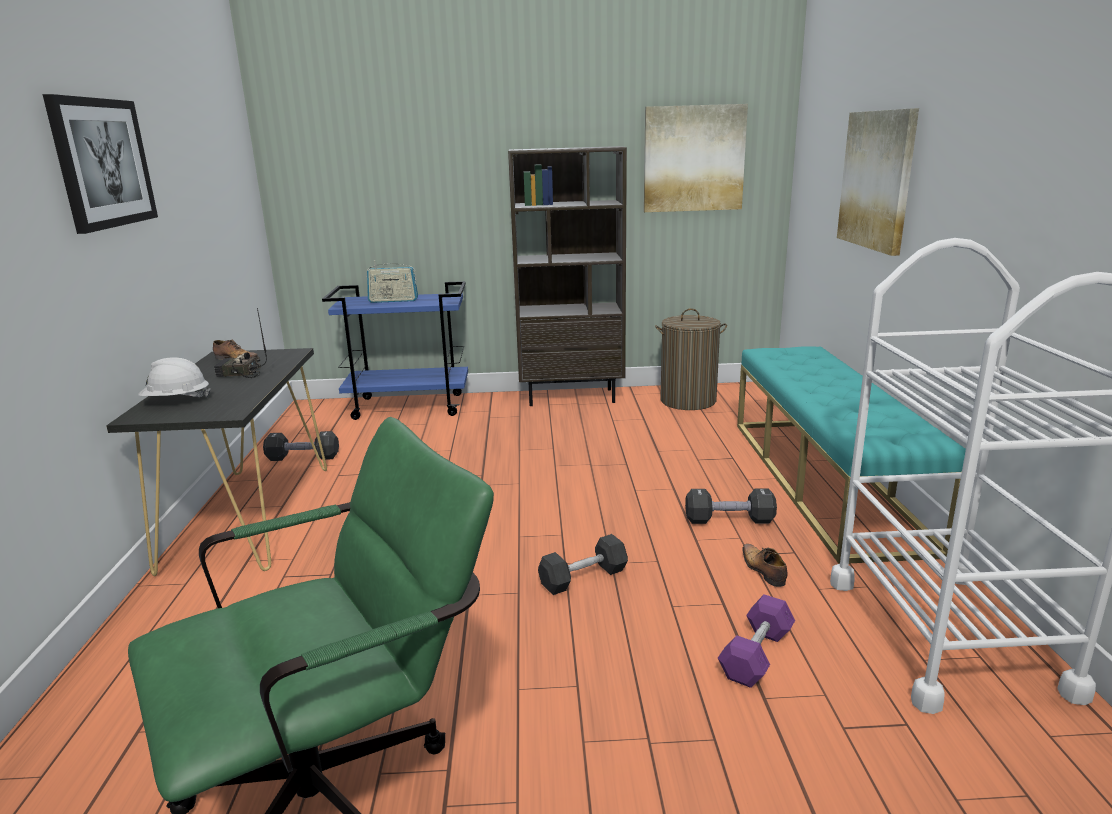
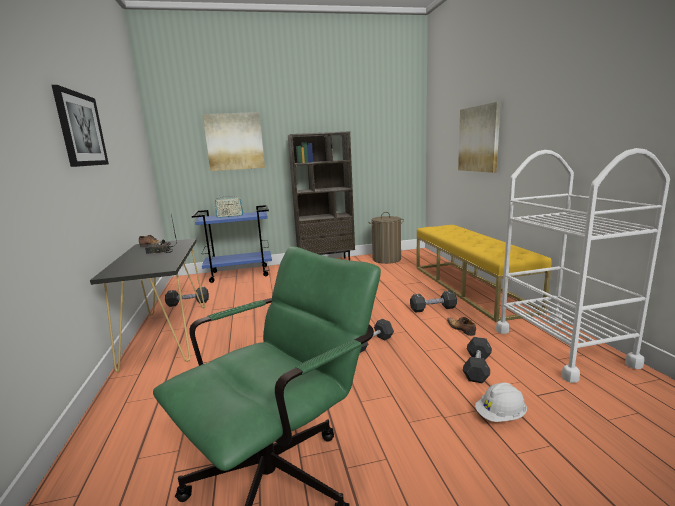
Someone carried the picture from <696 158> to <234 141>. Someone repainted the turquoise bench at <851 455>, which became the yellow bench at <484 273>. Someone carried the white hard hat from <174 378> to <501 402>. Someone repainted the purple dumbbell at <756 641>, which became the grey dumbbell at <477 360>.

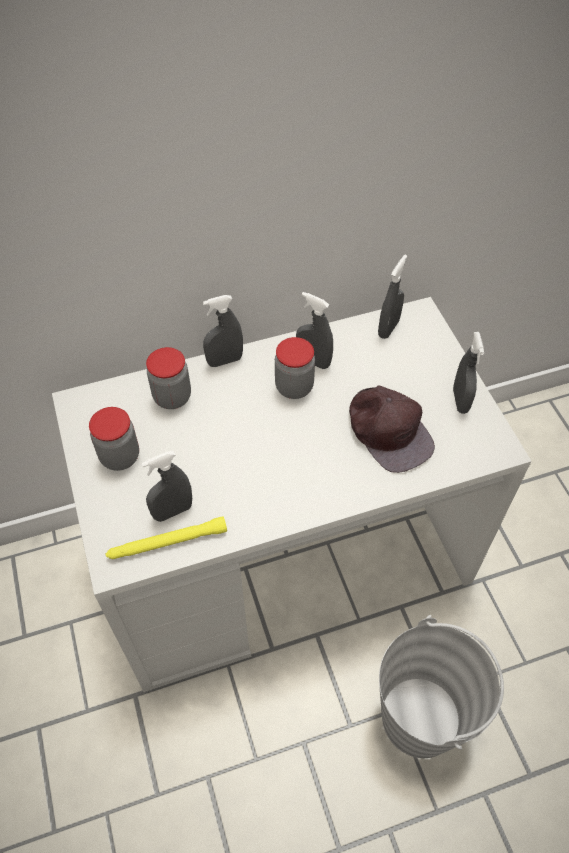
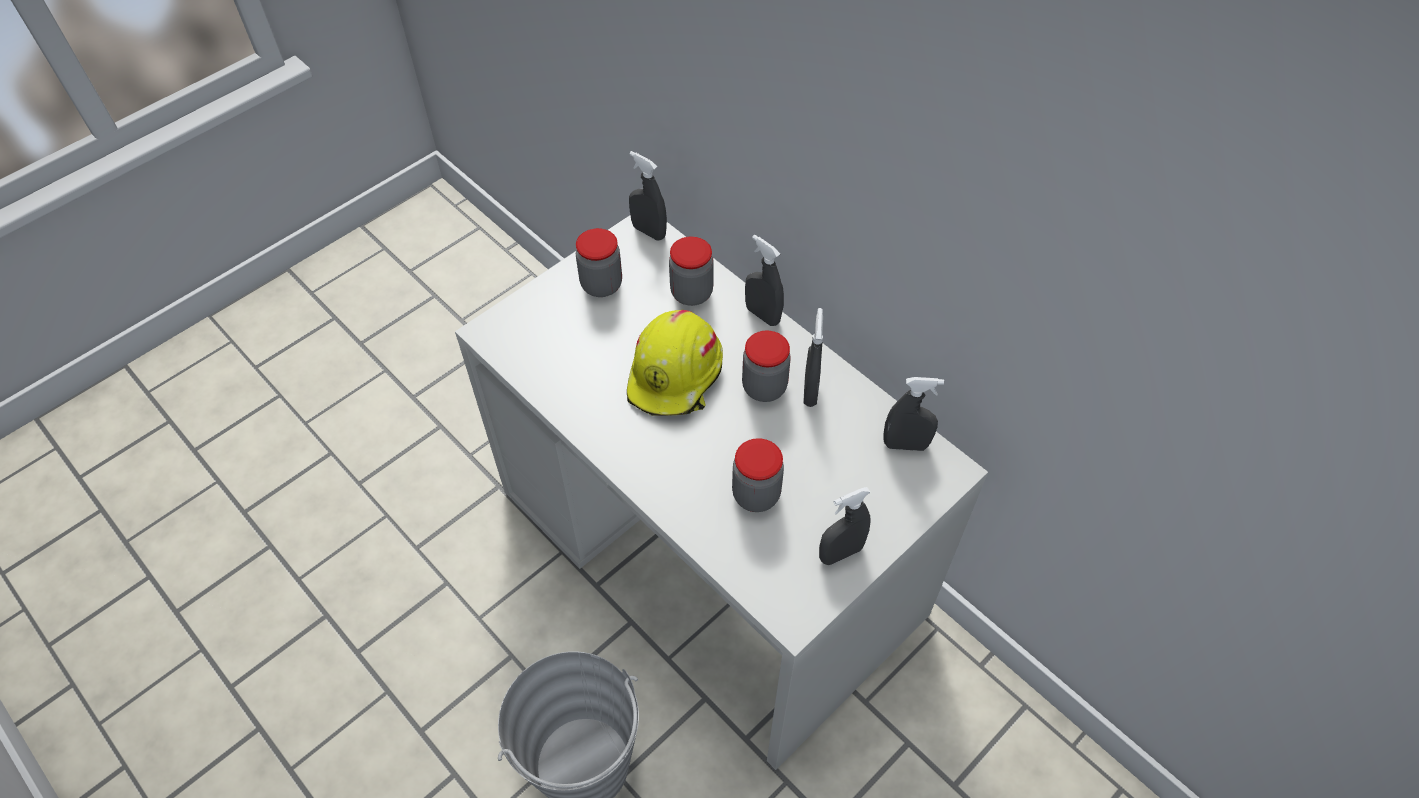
Someone swapped the brown cap at <392 429> for the jar at <758 475>. Someone carried the grey spray bottle from <166 486> to <648 195>. Someone took away the yellow flashlight at <166 537>. Someone put down the yellow hard hat at <675 363>.

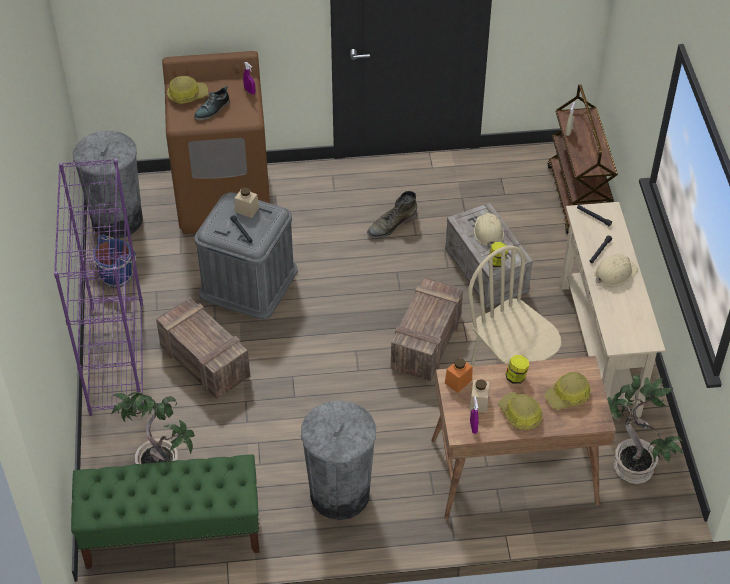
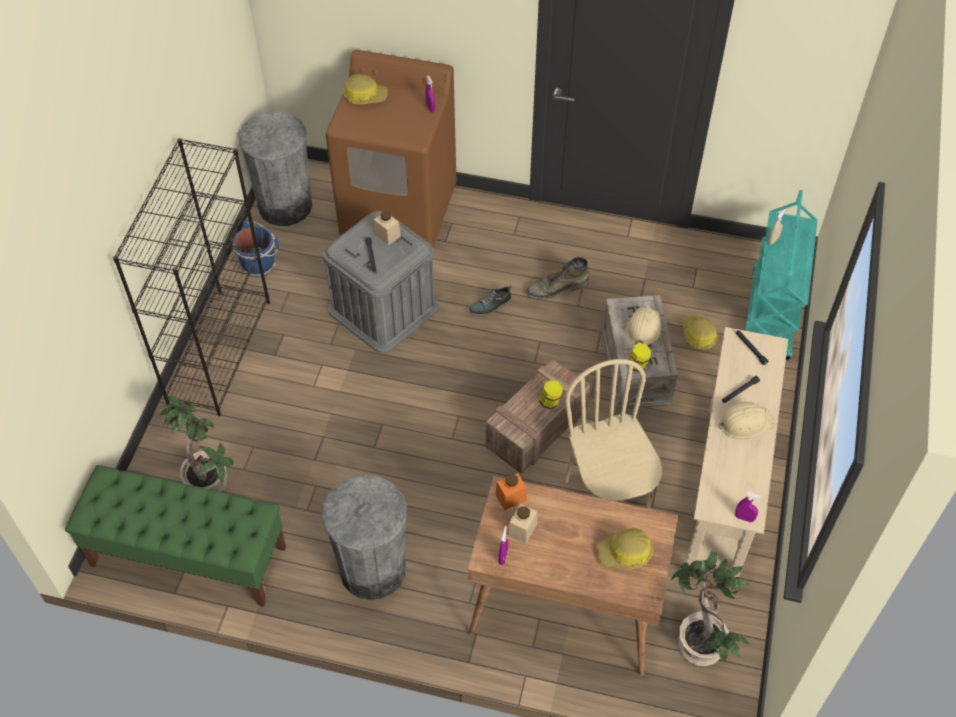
Someone carried the shoe from <212 103> to <490 300>. Someone repainted the brown cart at <582 159>, which became the turquoise cart at <781 275>. Someone repainted the purple bookcase at <98 287>, which became the black bookcase at <191 277>. Someone took away the crate at <203 348>. Someone carried the jar from <517 369> to <551 394>. Someone carried the hard hat from <520 411> to <700 332>. Someone put down the purple spray bottle at <748 507>.

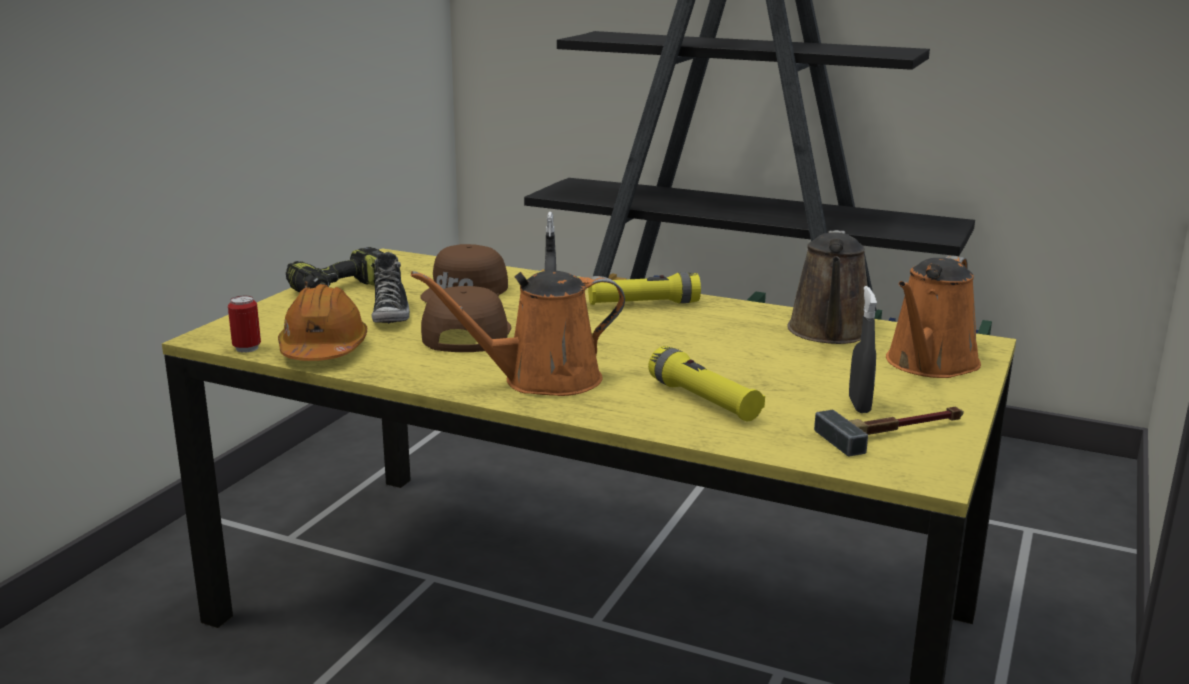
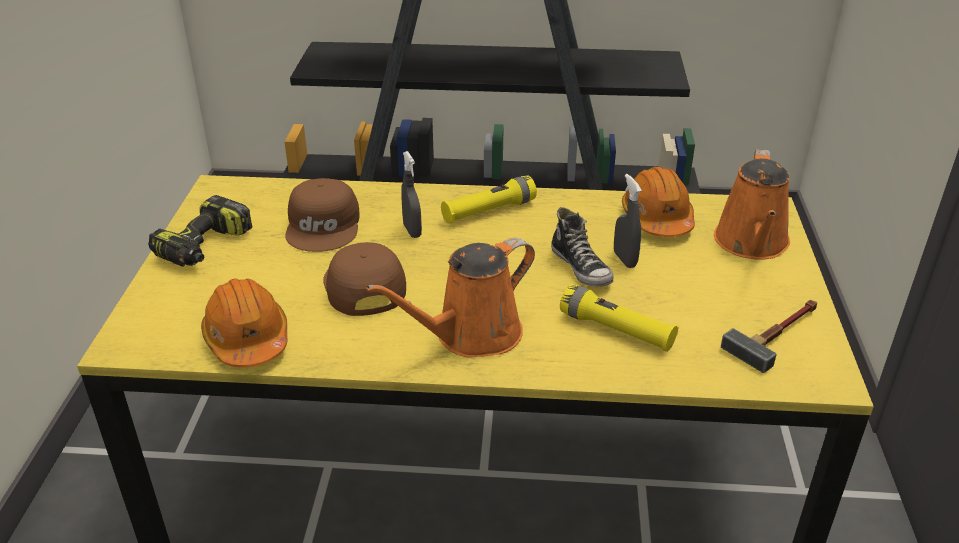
Someone swapped the brown watering can at <827 287> for the orange hard hat at <658 202>. Someone carried the shoe from <391 288> to <582 247>. Someone carried the grey spray bottle from <863 349> to <628 221>. Someone took away the can at <244 324>.

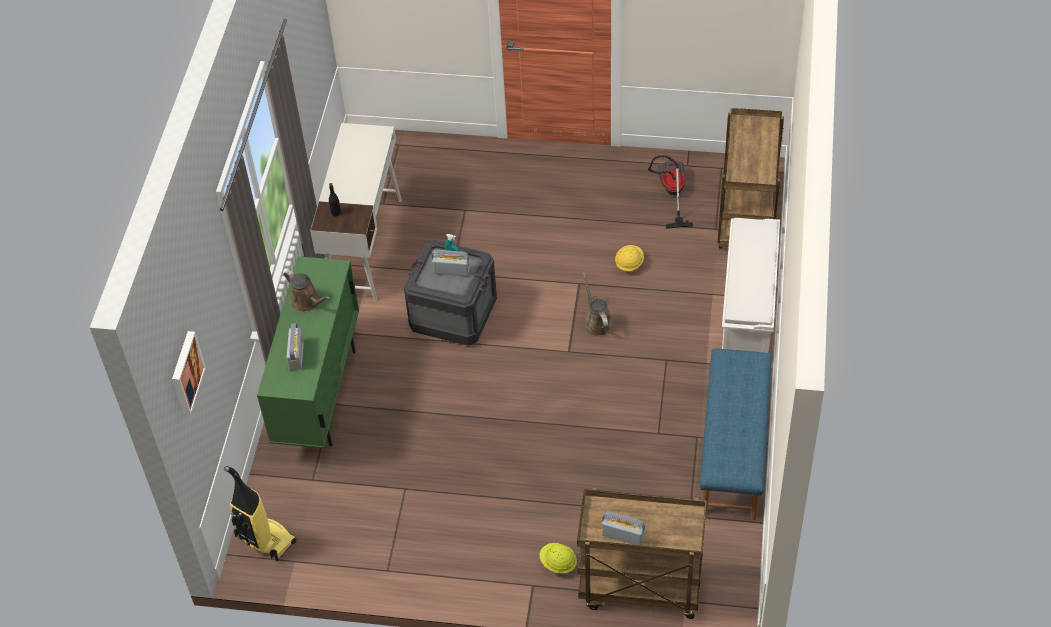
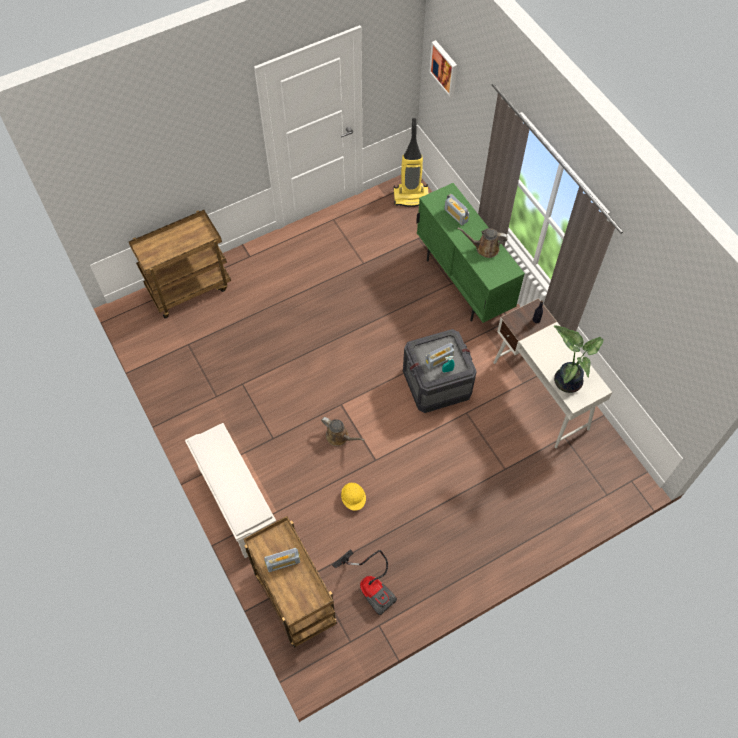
Someone took away the blue bench at <736 434>. Someone carried the radio from <623 528> to <282 560>. Someone took away the yellow hard hat at <558 558>. Someone put down the potted plant at <579 359>.

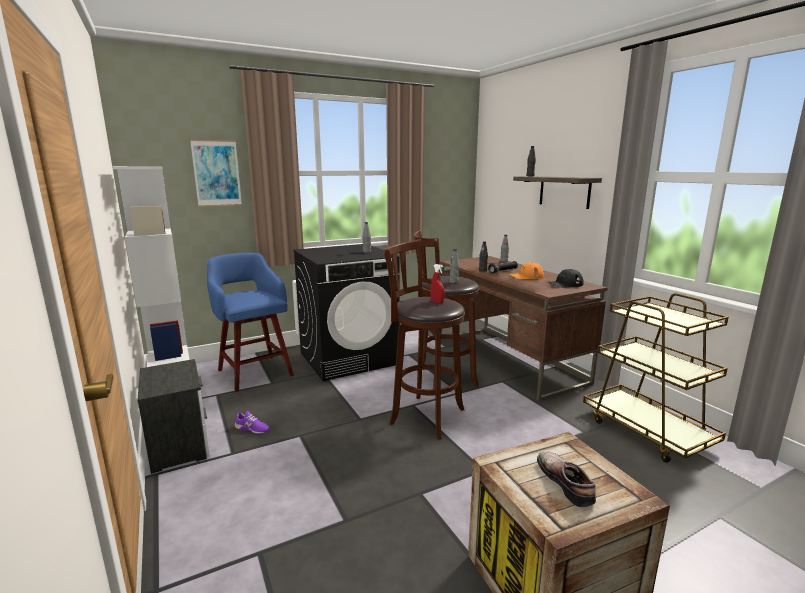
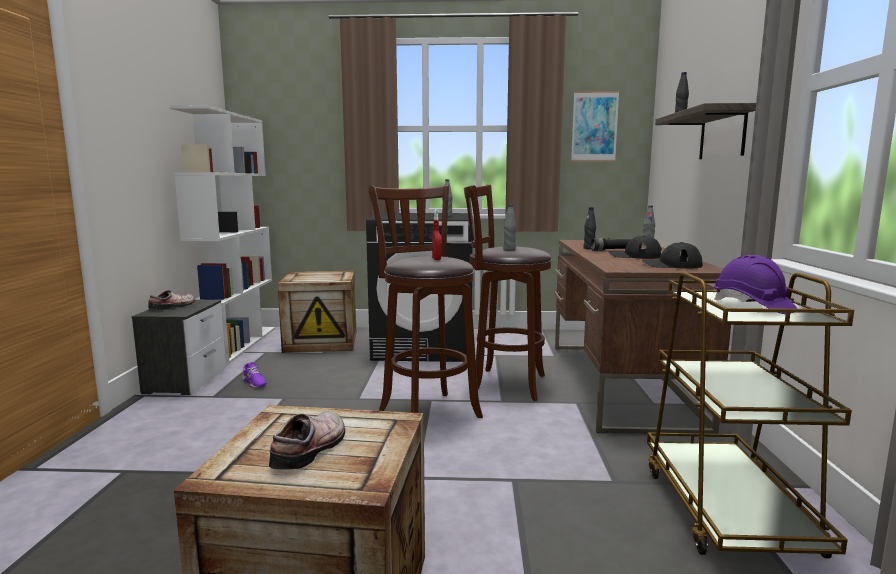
Someone carried the picture from <216 173> to <595 126>. Someone swapped the blue stool at <250 322> for the crate at <317 312>. Someone repainted the orange cap at <526 270>, which became the black cap at <635 247>. Someone put down the purple hard hat at <755 284>. Someone put down the shoe at <171 300>.

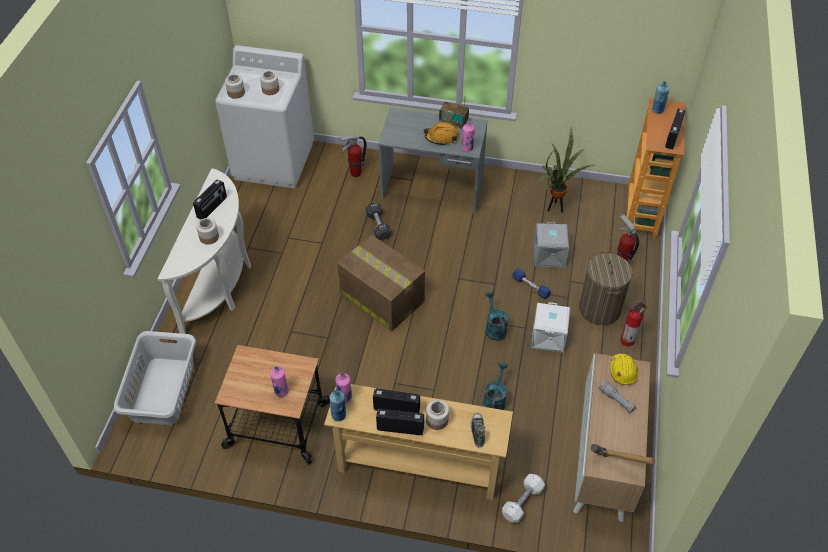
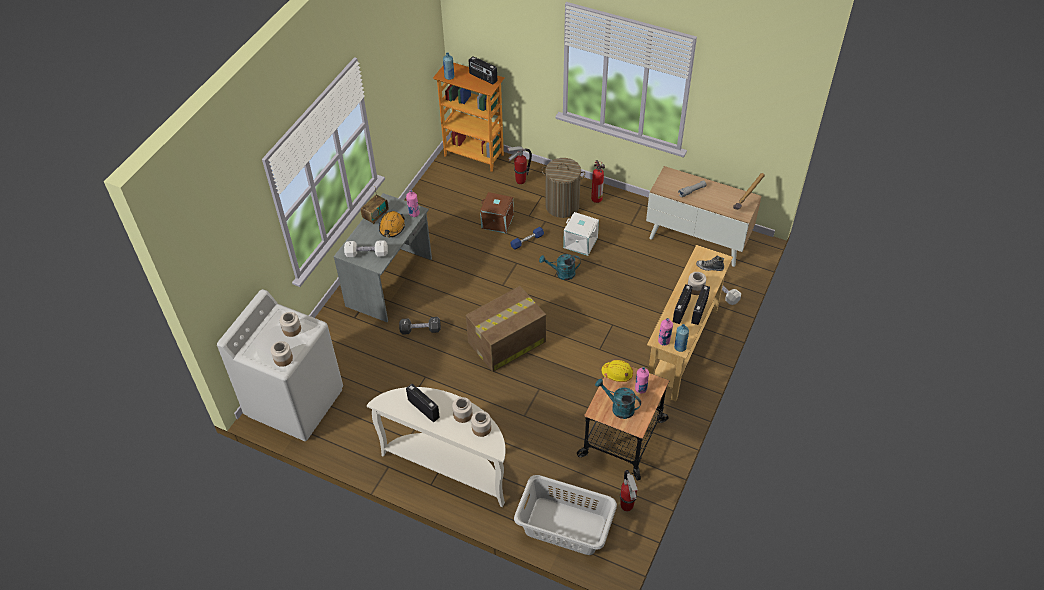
Someone took away the potted plant at <566 170>. Someone carried the fire extinguisher from <352 156> to <629 490>. Someone repainted the grey storage box at <551 244>, which became the brown storage box at <497 213>. Someone carried the yellow hard hat from <624 369> to <617 371>. Someone carried the turquoise watering can from <495 386> to <618 399>. Someone put down the white dumbbell at <366 248>. Someone put down the jar at <481 424>.

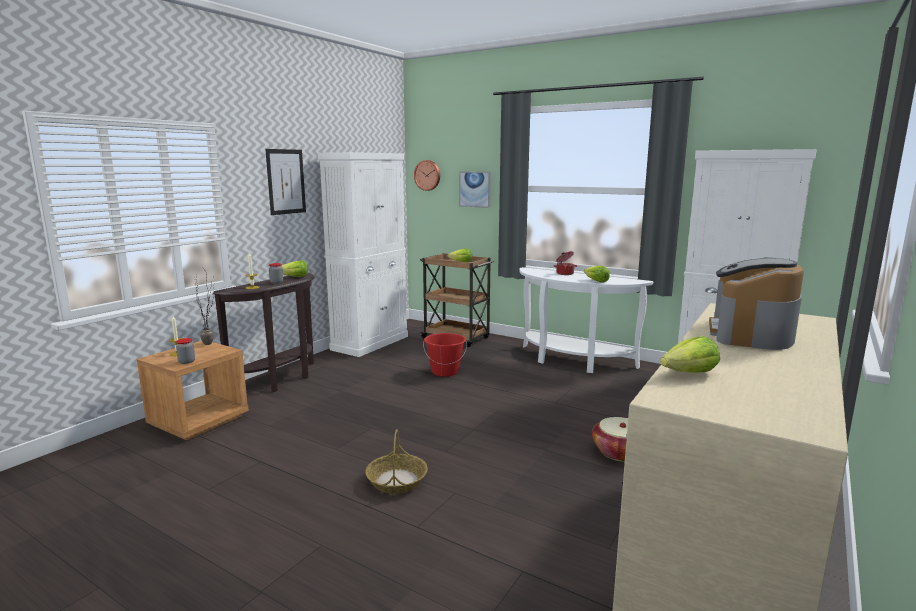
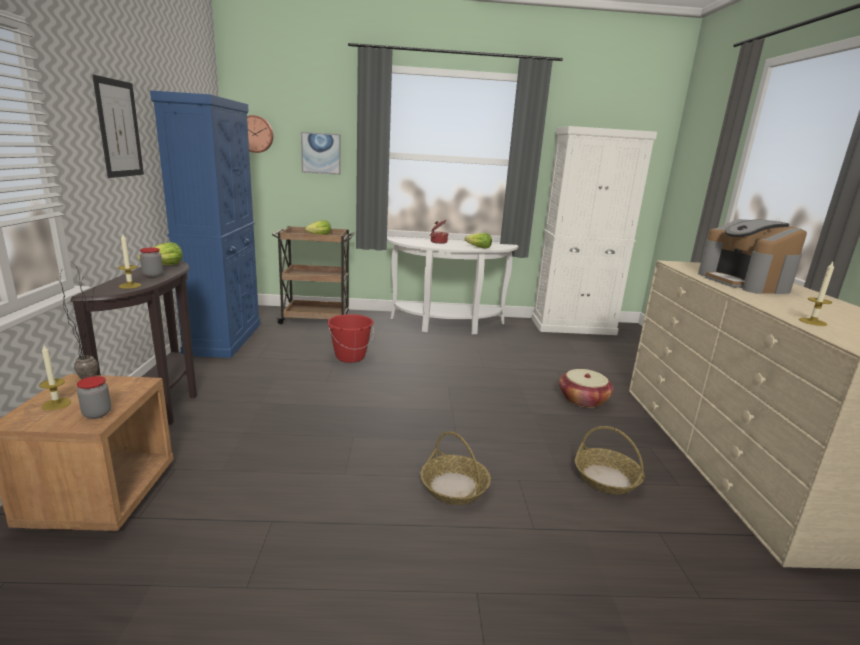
Someone repainted the white cabinet at <363 254>, which became the blue cabinet at <205 224>. Someone swapped the lettuce at <690 354> for the candle at <816 294>. Someone put down the basket at <610 460>.

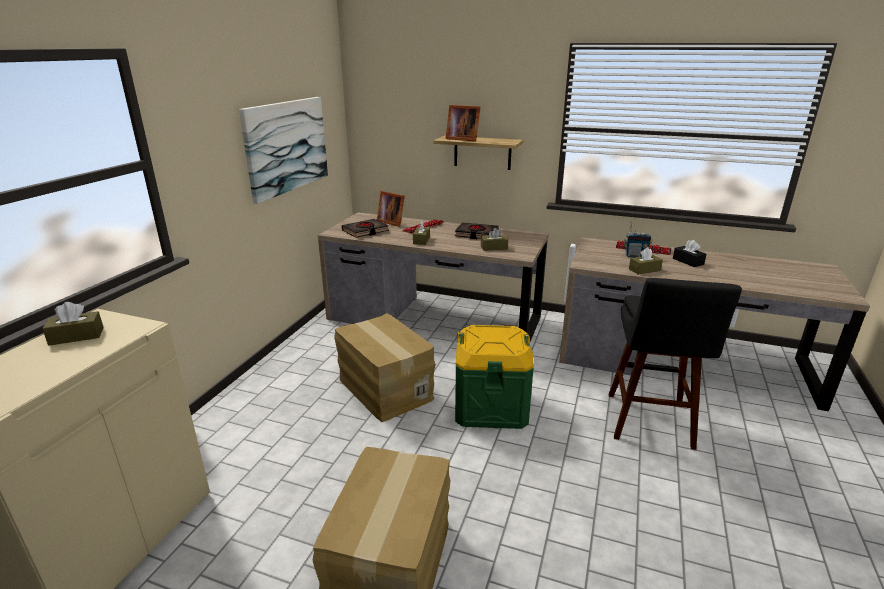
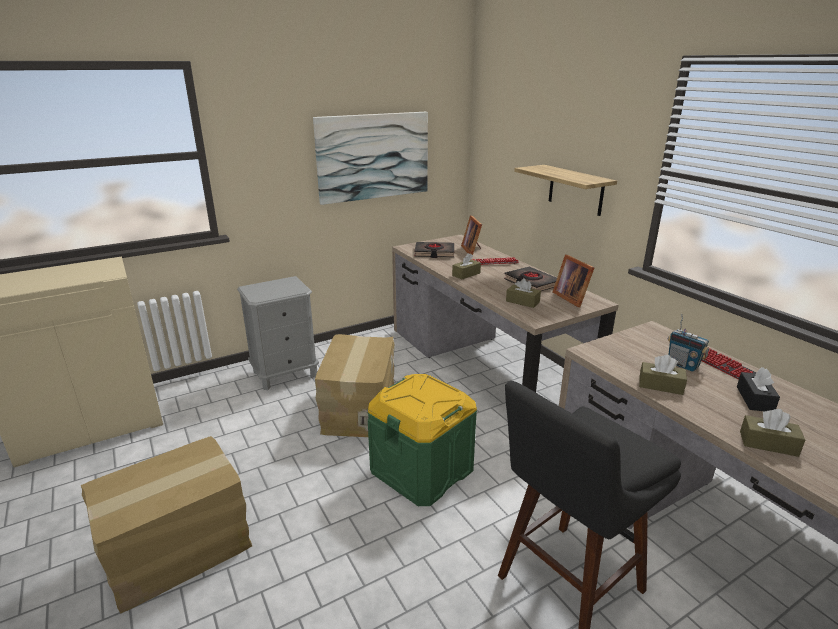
Someone carried the picture frame from <463 123> to <573 280>. Someone carried the brown tissue box from <73 324> to <772 433>. Someone put down the grey nightstand at <278 333>.

